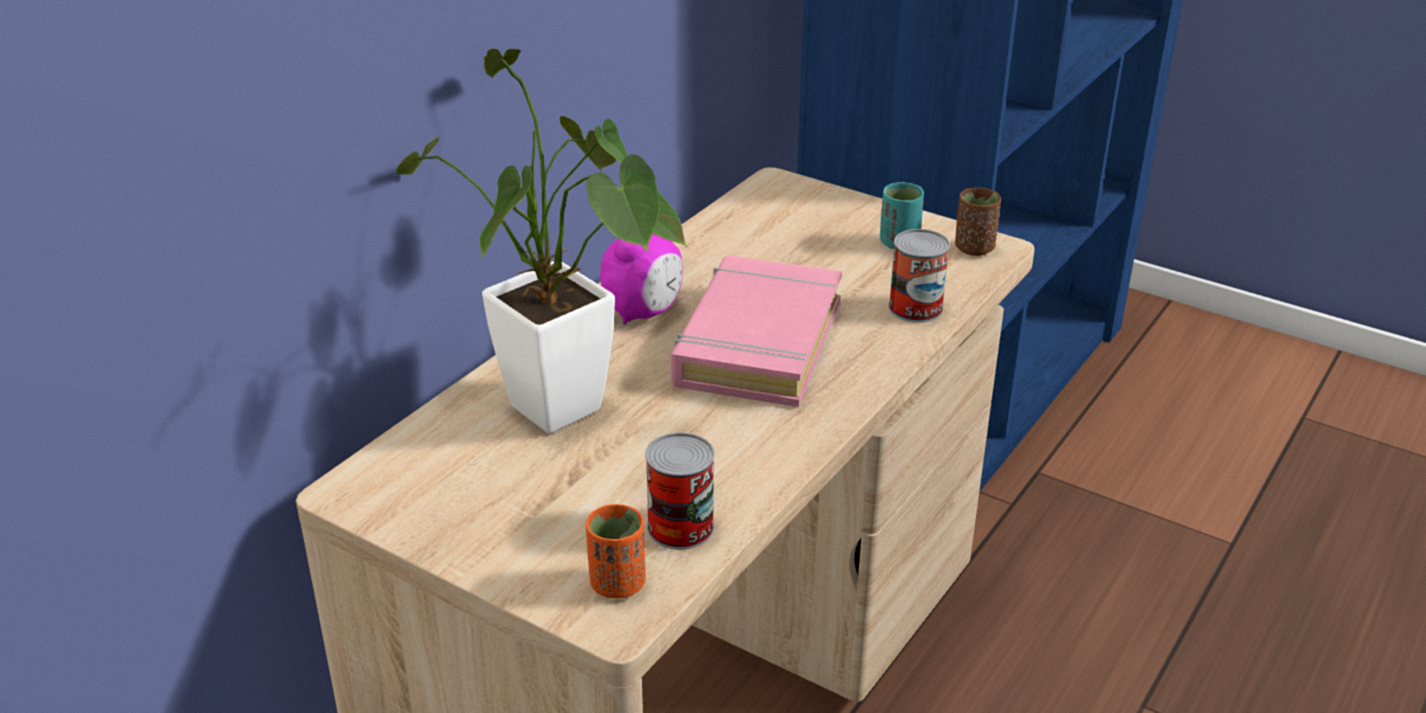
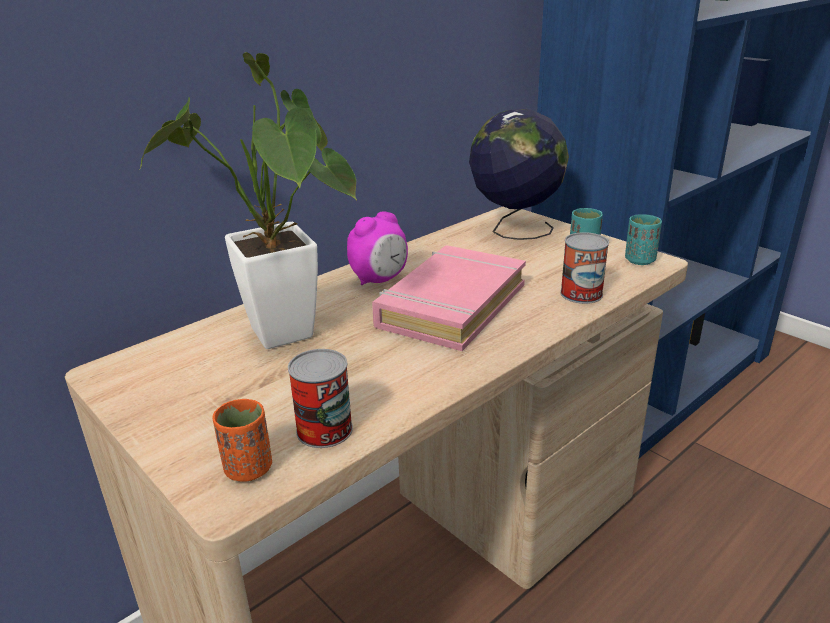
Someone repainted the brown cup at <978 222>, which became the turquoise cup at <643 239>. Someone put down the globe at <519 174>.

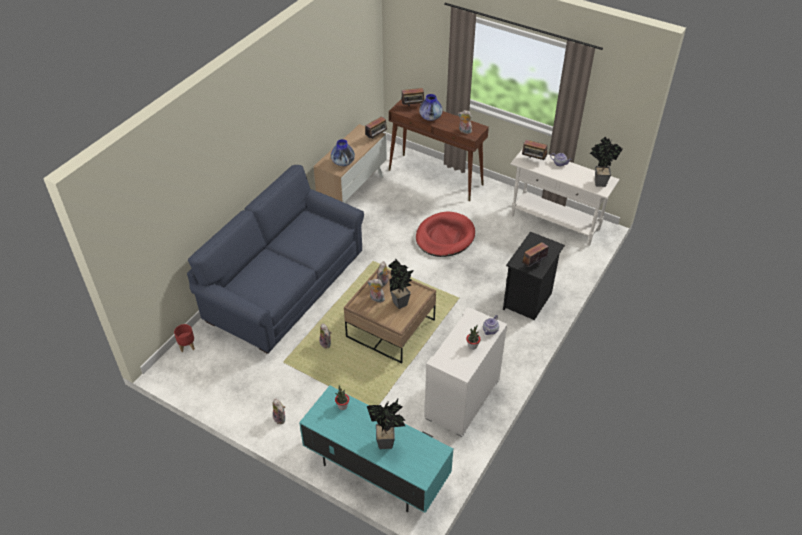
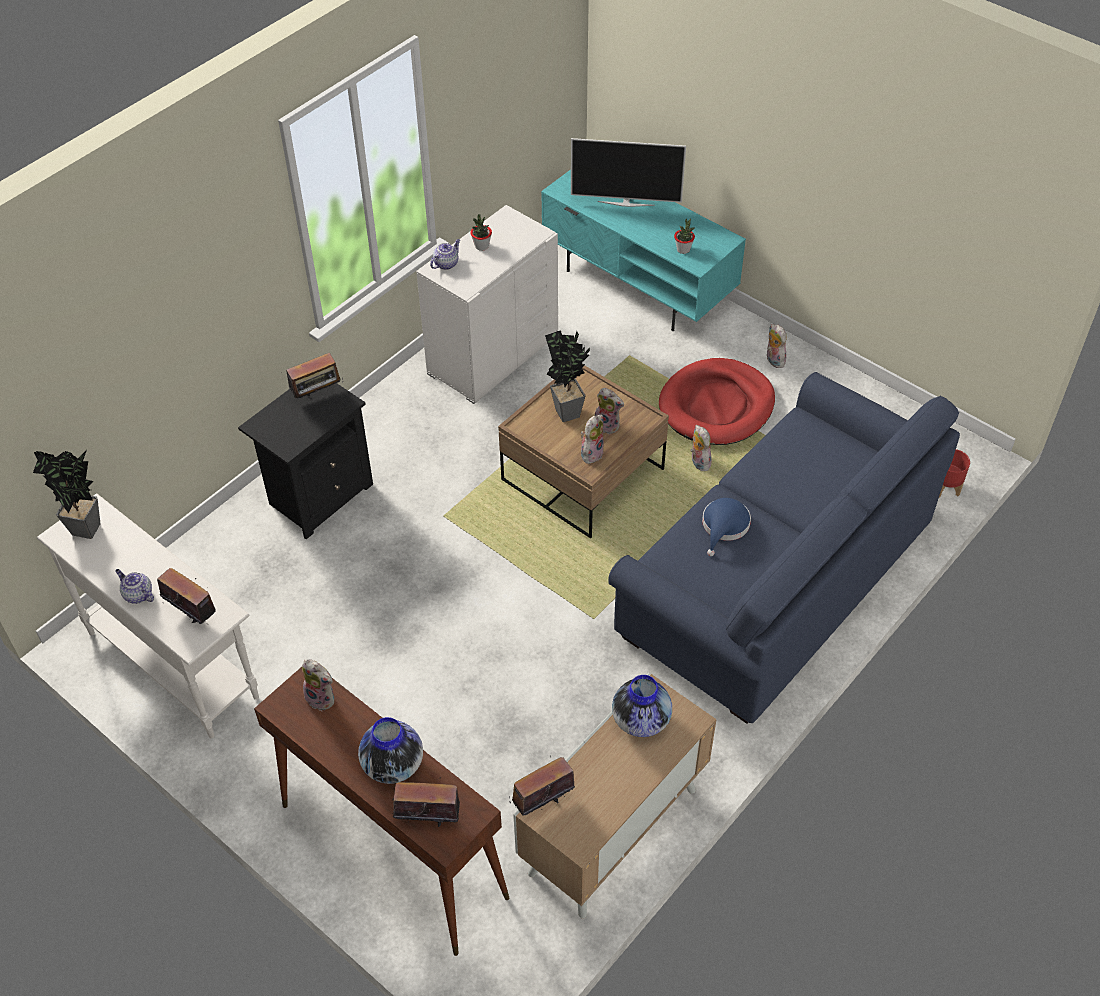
Someone carried the red dog bed from <445 234> to <717 401>. Someone swapped the potted plant at <386 424> for the television at <628 172>. Someone put down the blue hat at <726 527>.

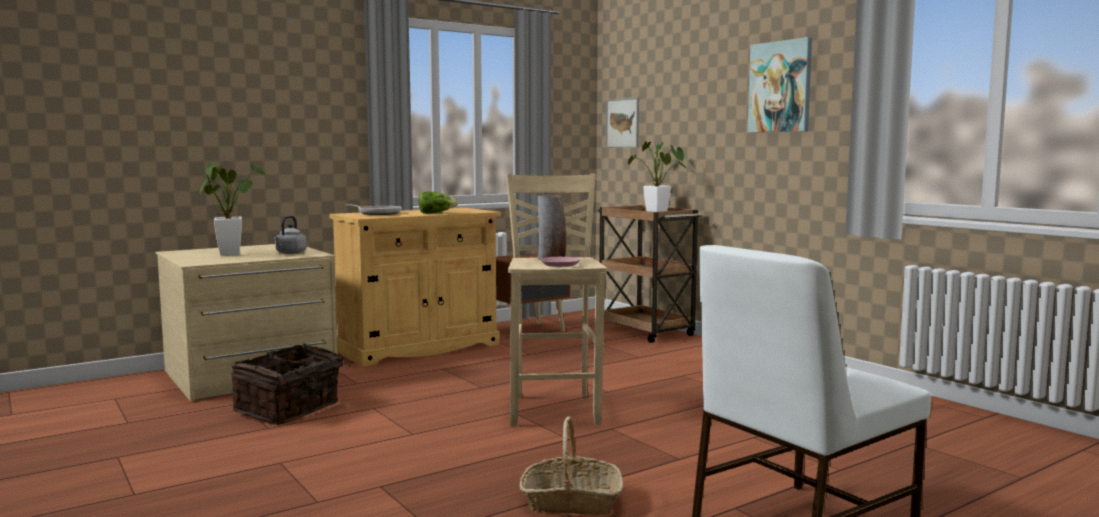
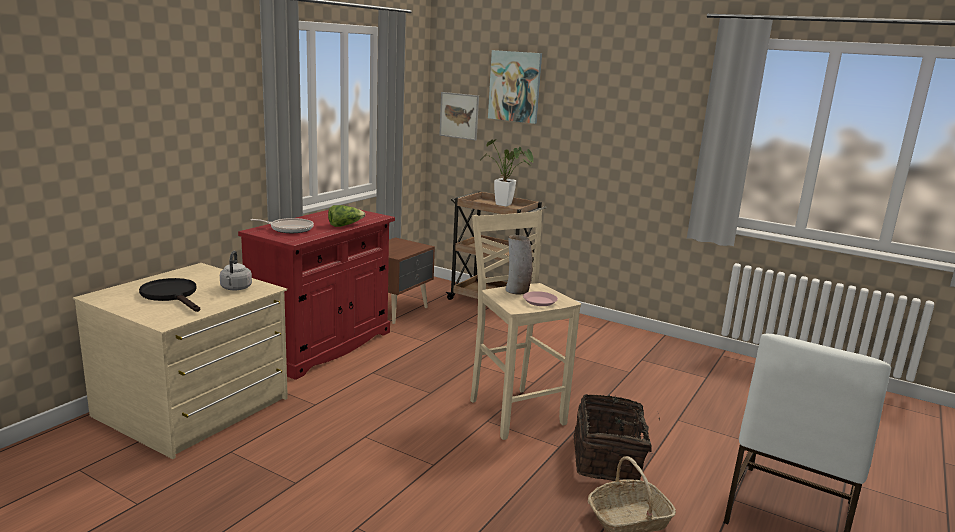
Someone carried the picture from <780 84> to <515 87>. Someone swapped the potted plant at <233 209> for the black frying pan at <169 295>. Someone repainted the beige cabinet at <415 287>, which became the red cabinet at <316 294>. Someone carried the basket from <291 384> to <616 437>.

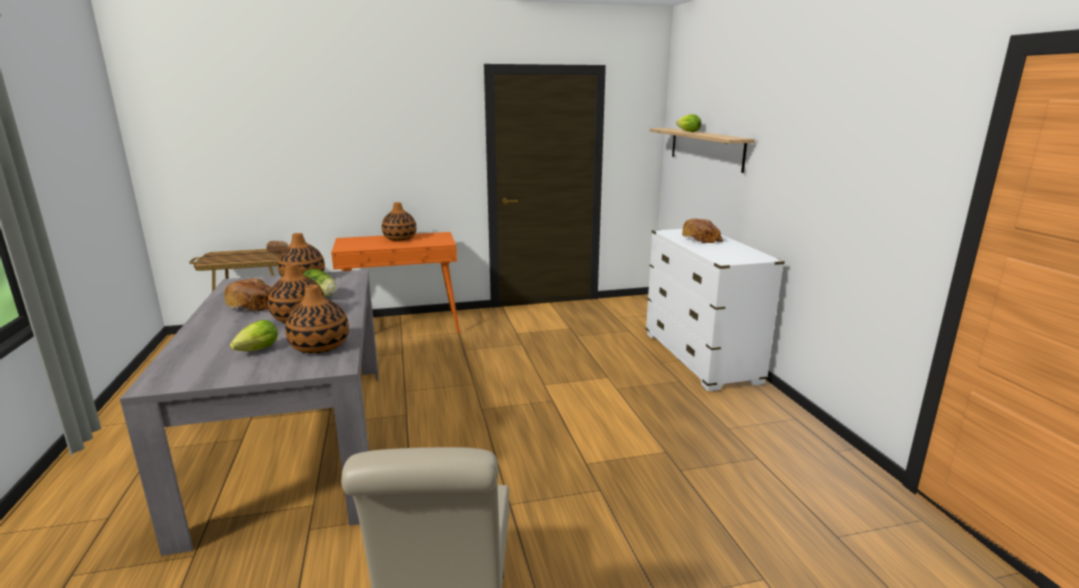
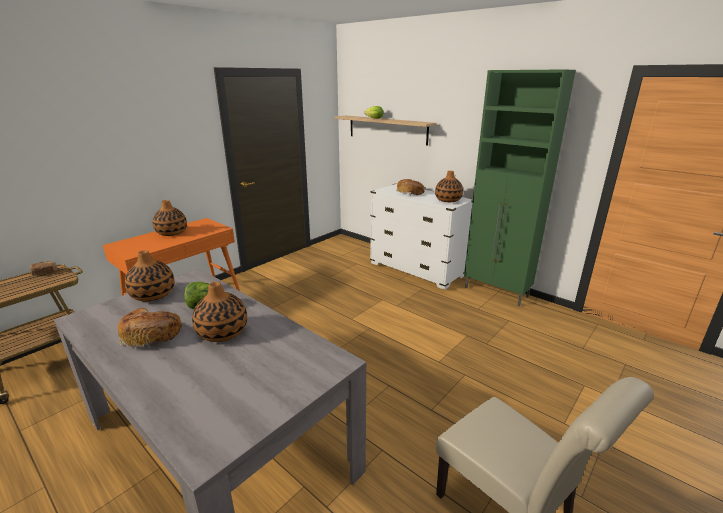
Someone carried the vase from <317 319> to <449 186>. Someone took away the lettuce at <254 335>. Someone put down the green cabinet at <520 187>.

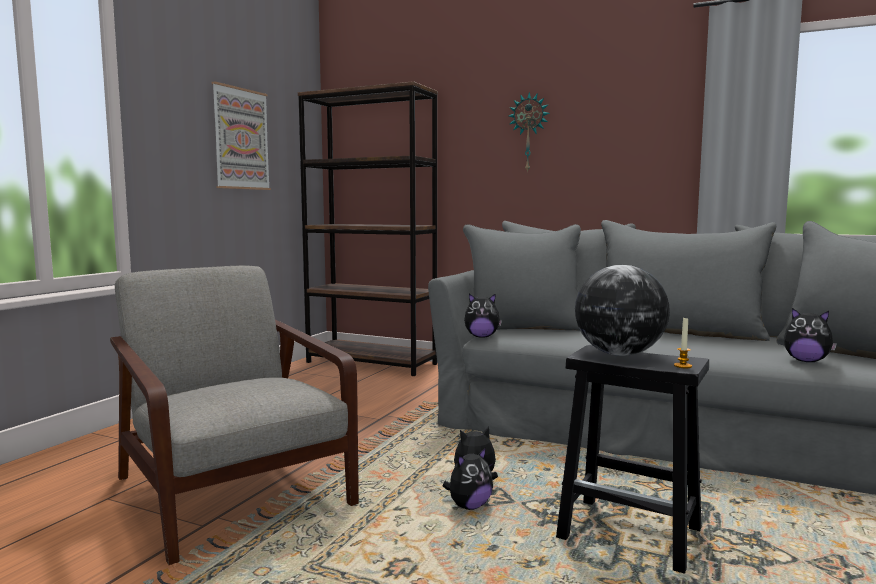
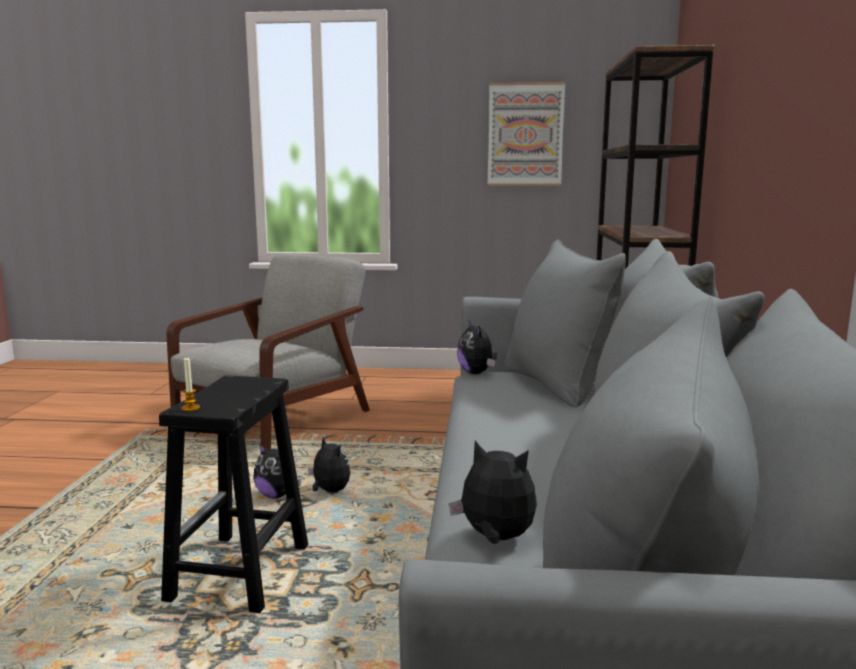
Someone took away the wall clock at <529 132>. Someone took away the globe at <622 310>. Someone rotated the plush toy at <810 335> by 105 degrees clockwise.

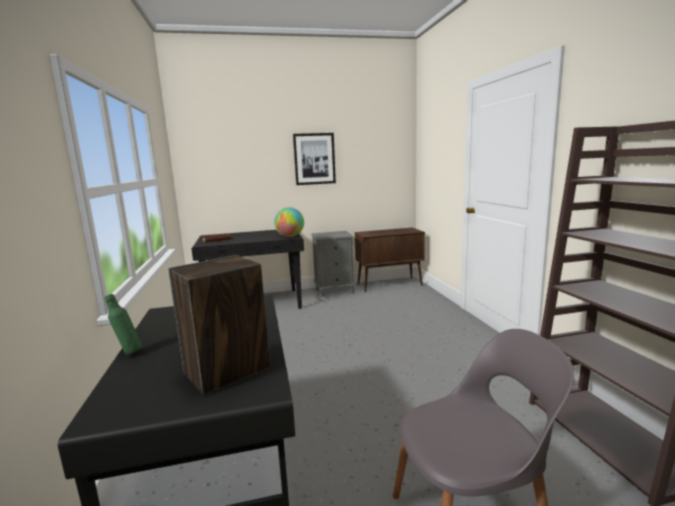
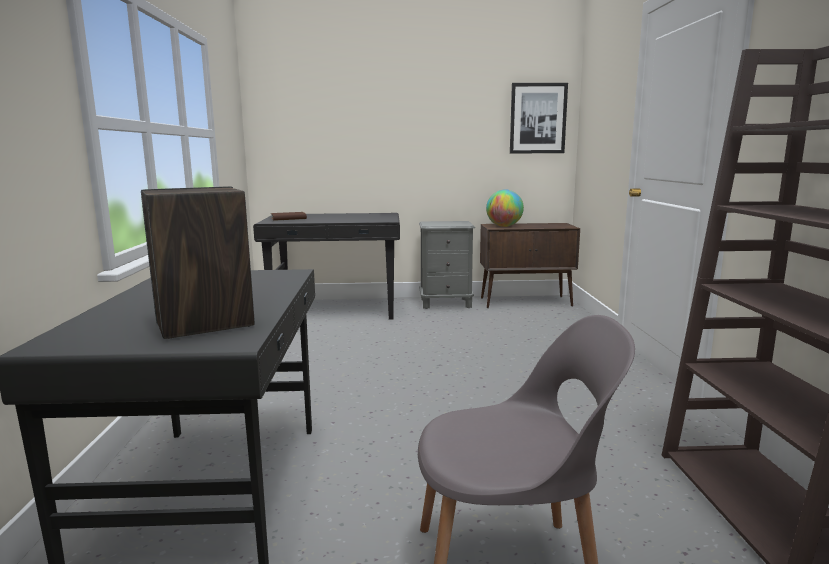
Someone carried the picture from <314 159> to <539 118>. Someone carried the globe from <289 222> to <505 208>. Someone took away the green bottle at <123 324>.

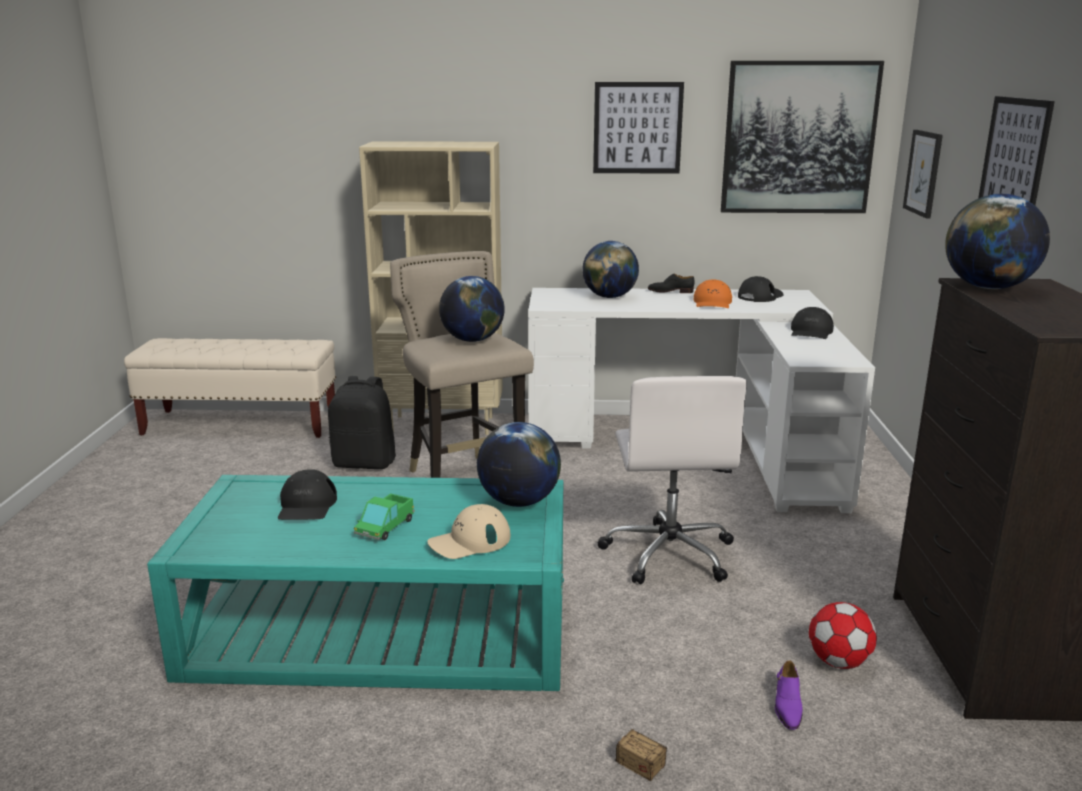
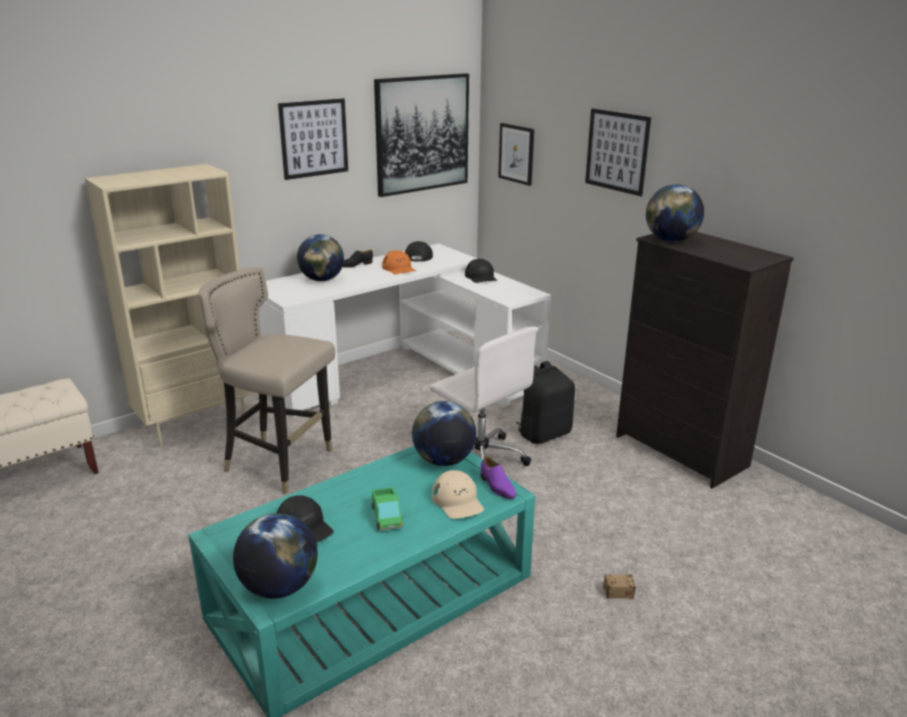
Someone carried the globe from <472 309> to <275 555>. Someone carried the black backpack from <362 422> to <545 402>. Someone rotated the beige cap at <468 531> by 45 degrees counterclockwise. Someone took away the football at <843 635>. Someone carried the purple shoe from <789 695> to <498 477>.

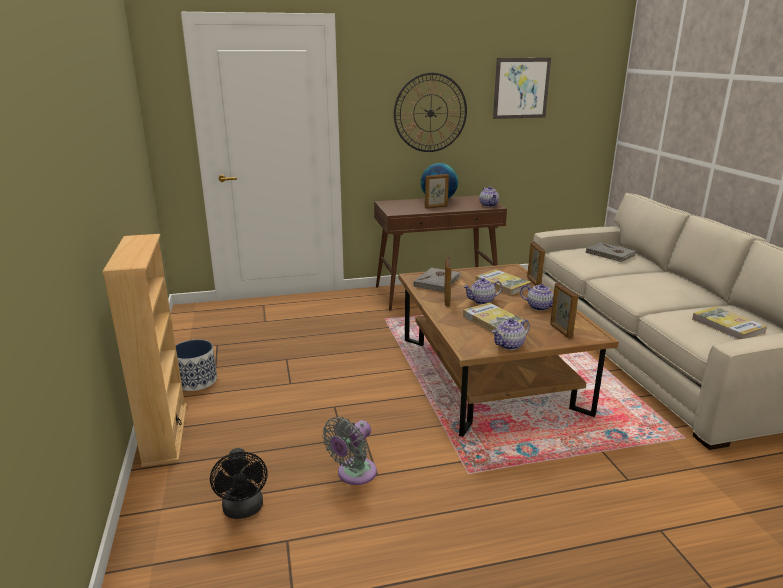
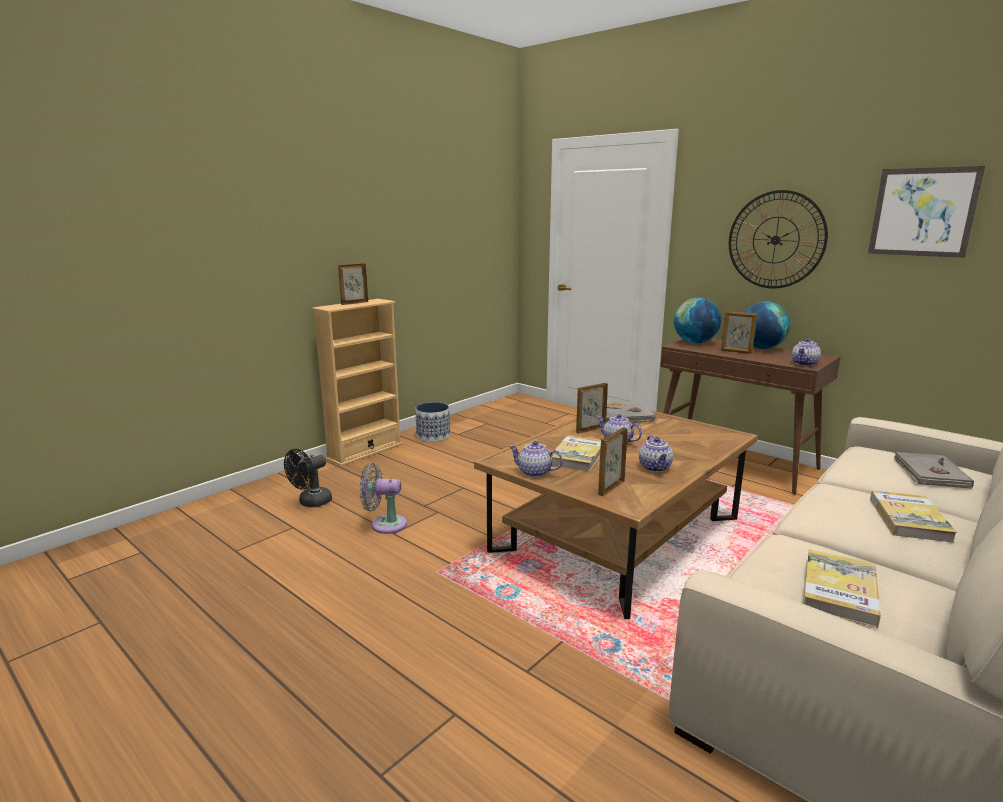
Someone carried the picture frame from <536 263> to <353 284>. Someone carried the book from <503 282> to <913 516>. Someone put down the globe at <697 320>.

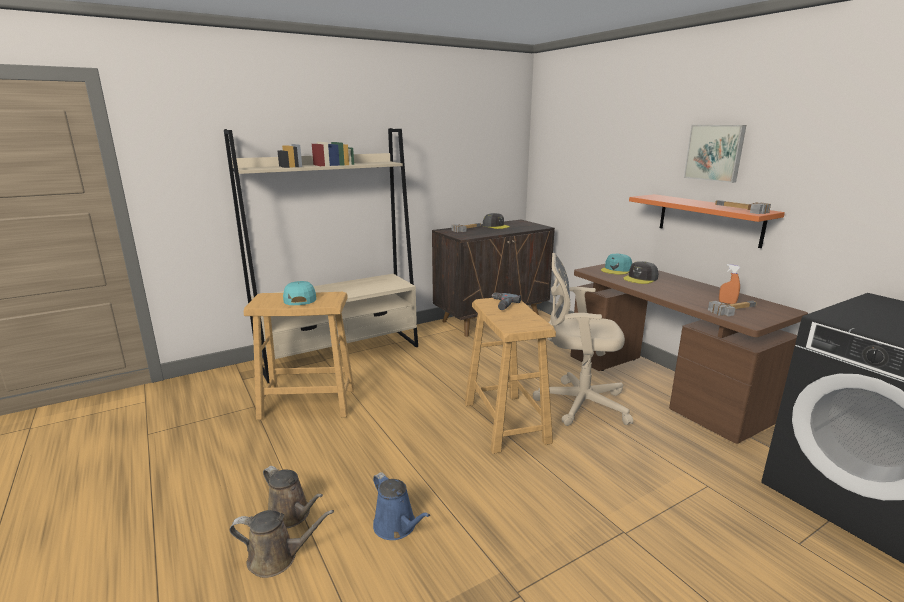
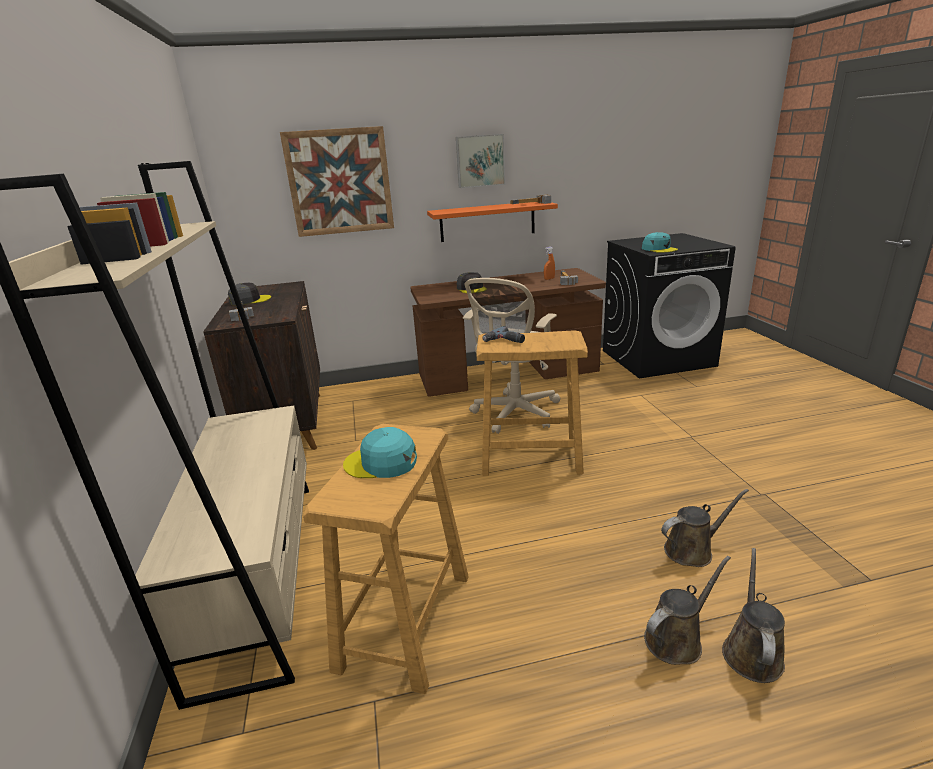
Someone carried the turquoise cap from <616 264> to <660 242>. Someone repainted the blue watering can at <401 506>, which became the brown watering can at <705 528>. Someone put up the picture at <337 181>.

